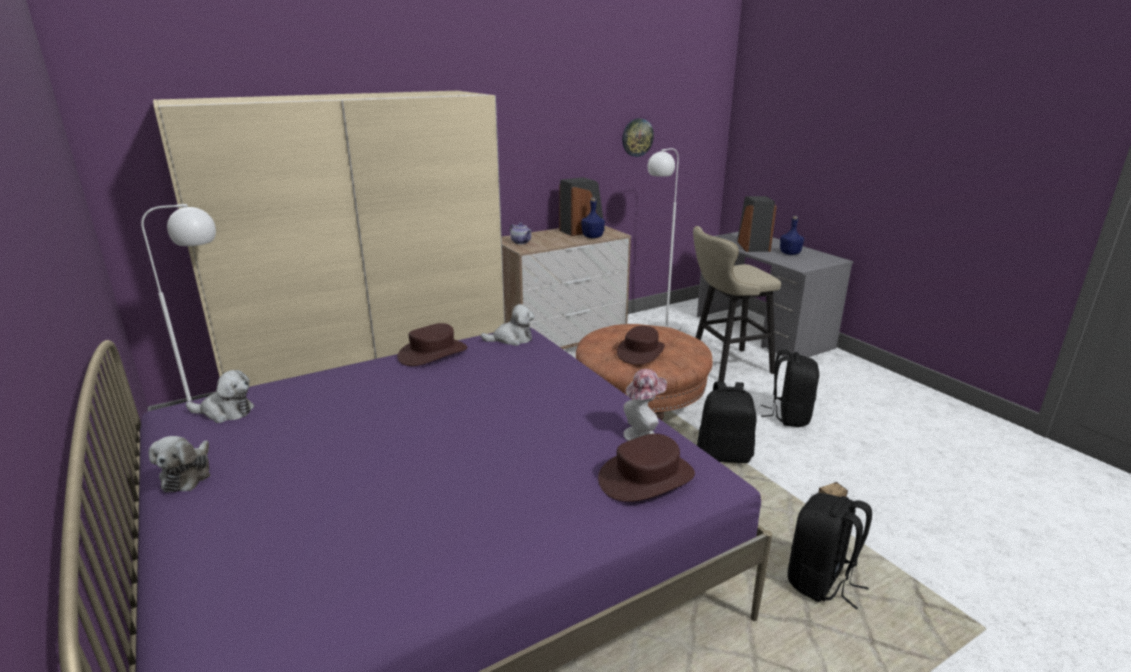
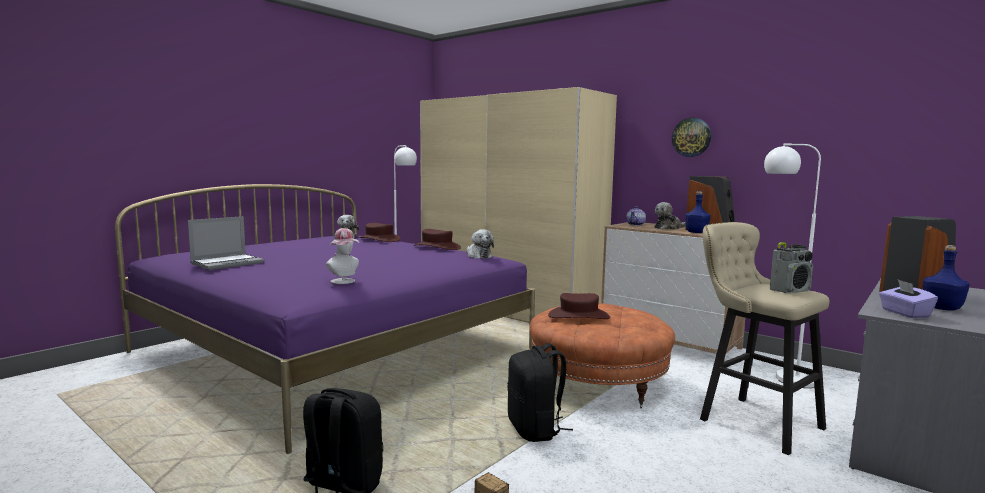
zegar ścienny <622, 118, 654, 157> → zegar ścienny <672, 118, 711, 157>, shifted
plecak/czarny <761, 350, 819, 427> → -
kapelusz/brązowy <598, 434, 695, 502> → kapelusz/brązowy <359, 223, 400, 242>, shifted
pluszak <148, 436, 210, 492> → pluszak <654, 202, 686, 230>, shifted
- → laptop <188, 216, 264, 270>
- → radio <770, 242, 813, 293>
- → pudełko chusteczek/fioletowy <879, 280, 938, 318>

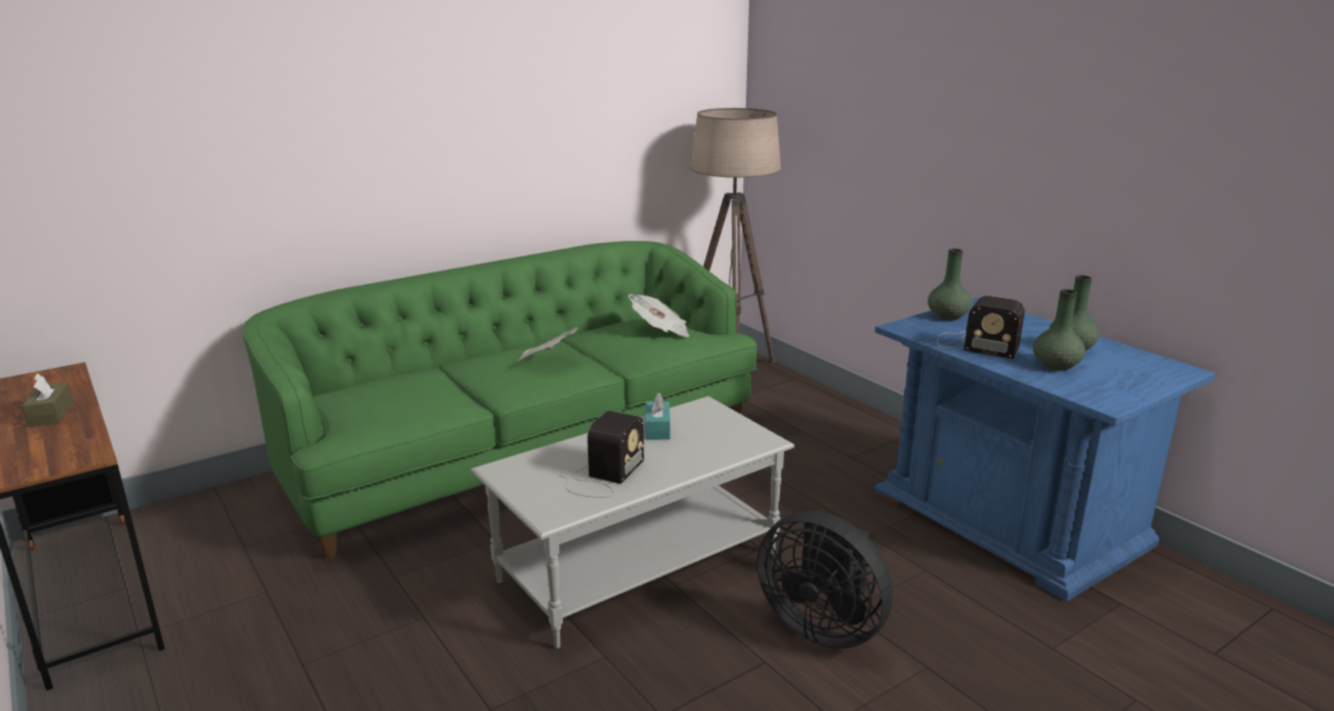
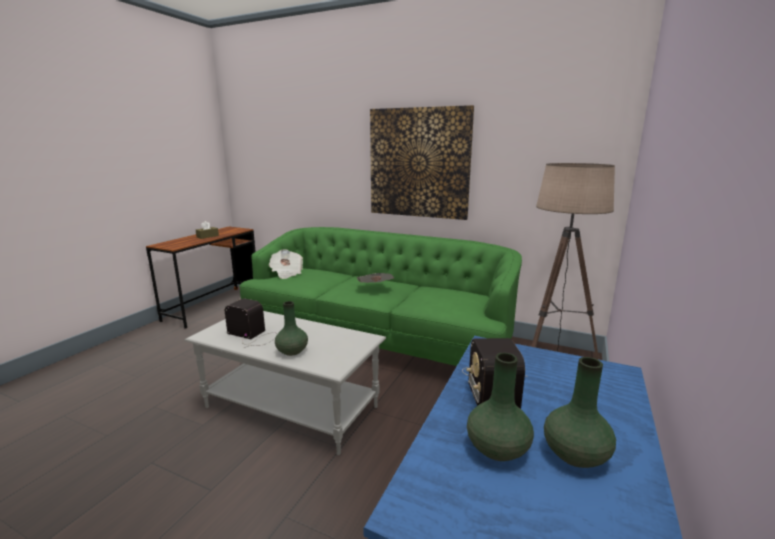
wazon/zielony <928, 249, 972, 320> → wazon/zielony <275, 301, 308, 356>, shifted
gazeta <628, 294, 689, 337> → gazeta <269, 249, 303, 279>, shifted
pudełko chusteczek/turkusowy <645, 393, 670, 440> → -
radio <558, 411, 645, 498> → radio <225, 298, 276, 348>, 150 degrees counterclockwise
wentylator/czarny <757, 511, 893, 649> → -
- → obraz <370, 105, 474, 220>

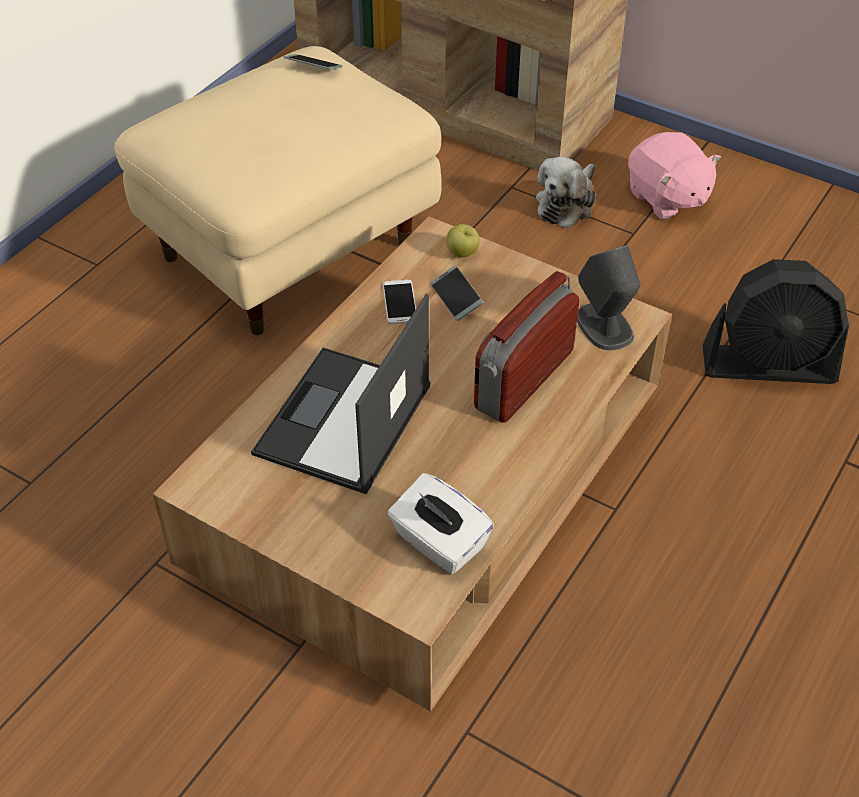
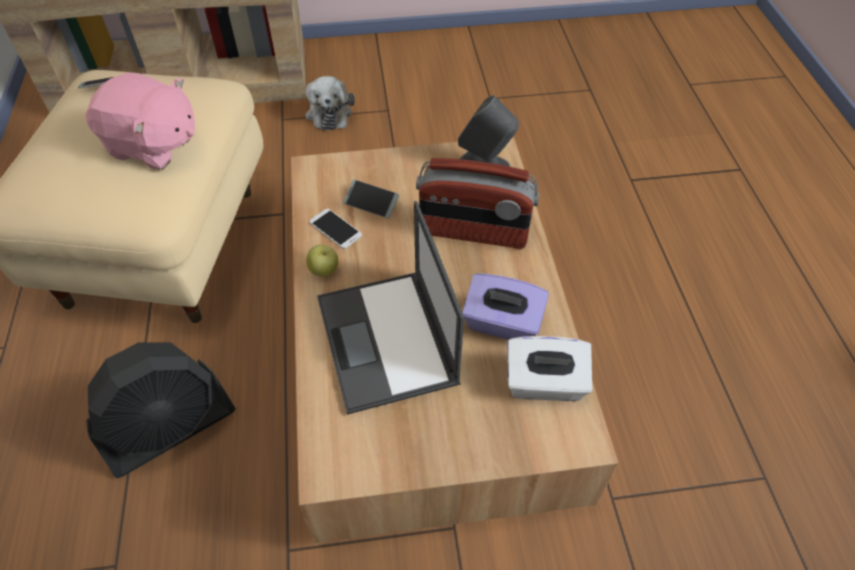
pluszak/różowy <628, 132, 721, 220> → pluszak/różowy <86, 72, 195, 170>, shifted
jabłko <446, 224, 480, 258> → jabłko <306, 245, 339, 276>, shifted
wentylator/czarny <703, 259, 849, 384> → wentylator/czarny <86, 343, 236, 478>, shifted
radio <474, 271, 579, 423> → radio <416, 158, 540, 249>, 75 degrees counterclockwise
- → pudełko chusteczek/fioletowy <463, 274, 549, 340>

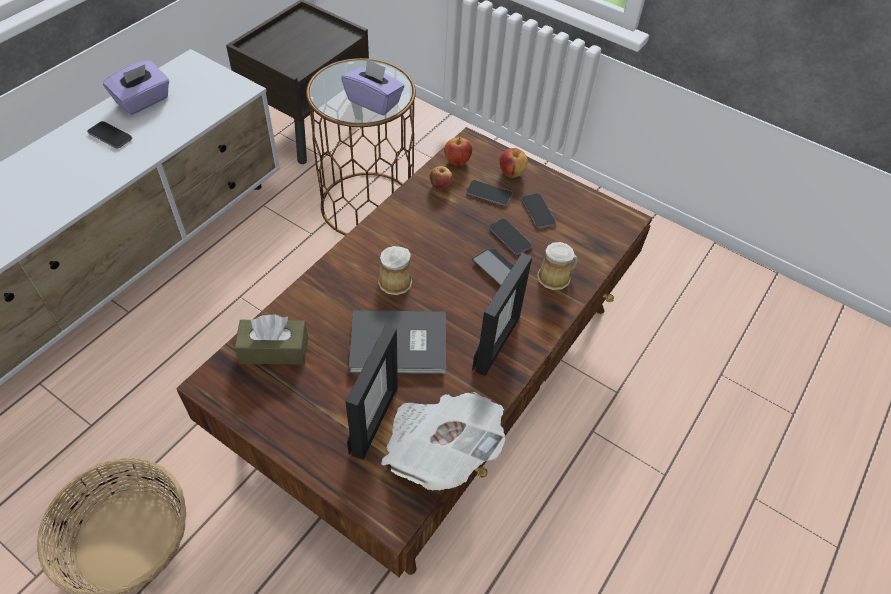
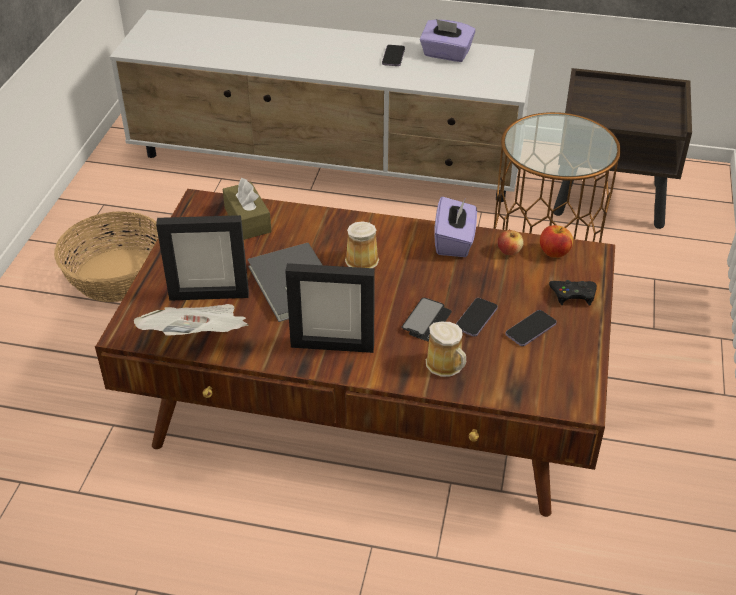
pudełko chusteczek/fioletowy <341, 59, 404, 115> → pudełko chusteczek/fioletowy <434, 196, 477, 257>, shifted
jabłko <499, 148, 528, 178> → pad do gier/czarny <549, 280, 597, 306>
telefon <466, 180, 512, 206> → -

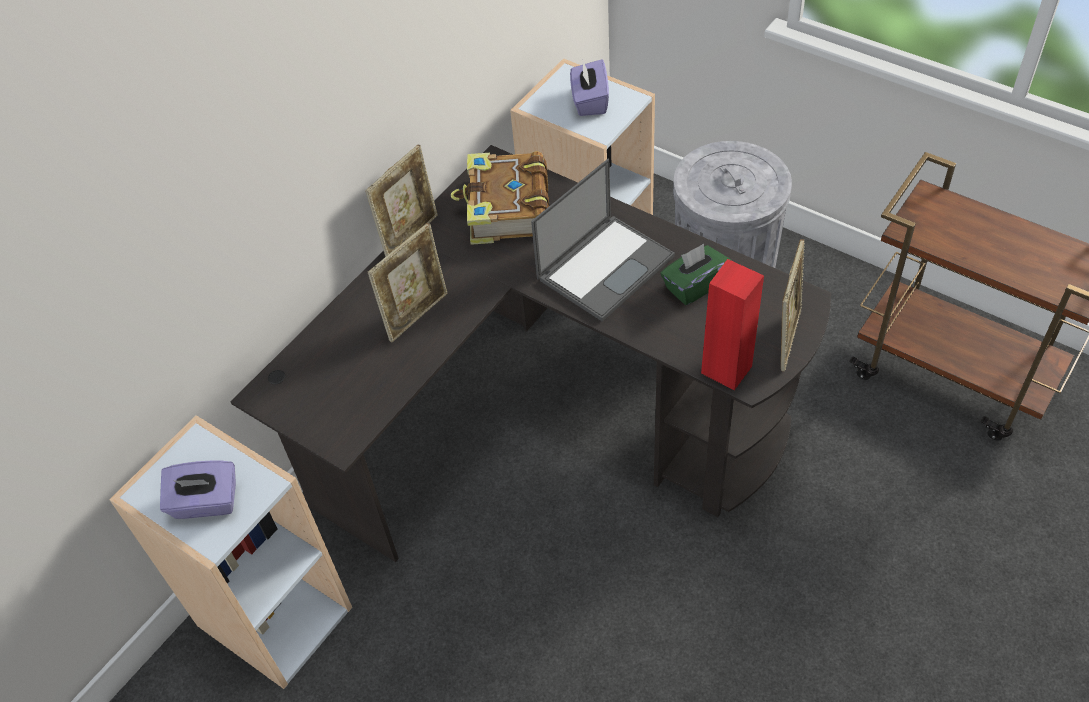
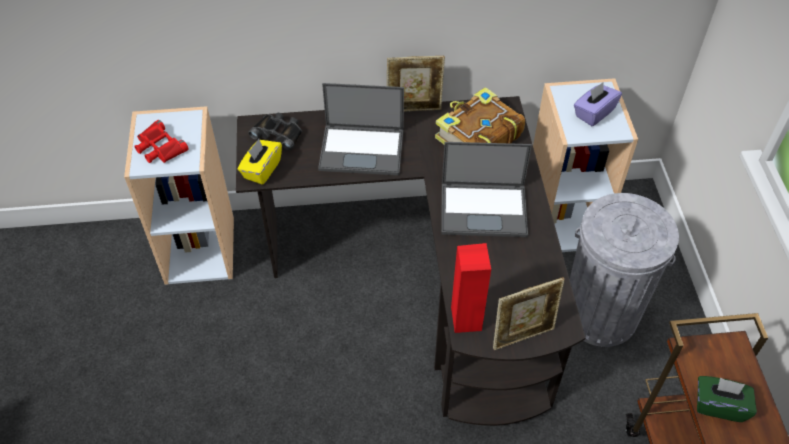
ramka na zdjęcie <368, 223, 447, 343> → laptop <318, 83, 404, 175>
pudełko chusteczek/zielony <660, 244, 731, 305> → pudełko chusteczek/zielony <697, 376, 757, 422>, shifted
pudełko chusteczek/fioletowy <160, 460, 236, 519> → lornetka/czerwony <134, 120, 189, 163>
- → lornetka/czarny <248, 113, 302, 151>
- → pudełko chusteczek/żółty <238, 139, 282, 185>

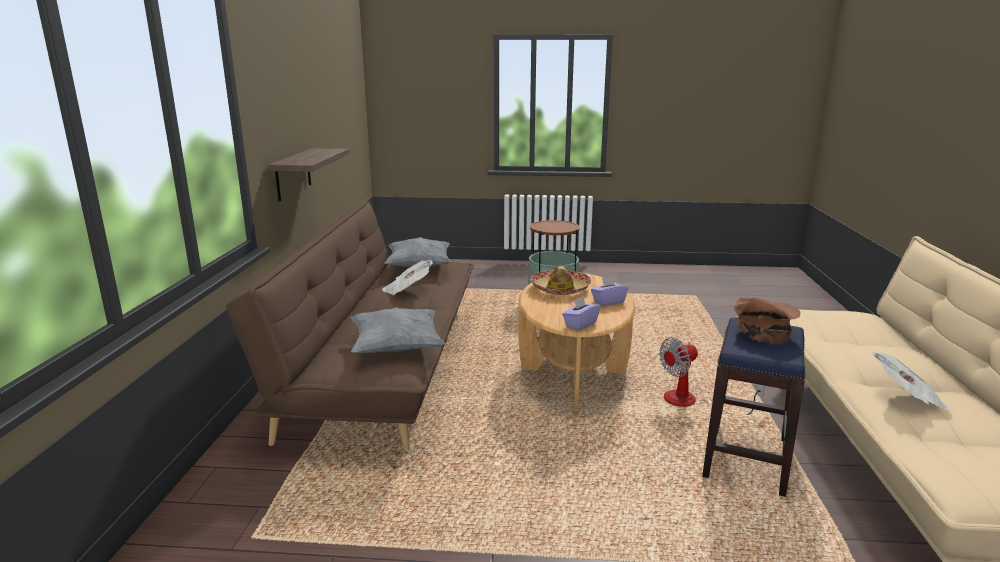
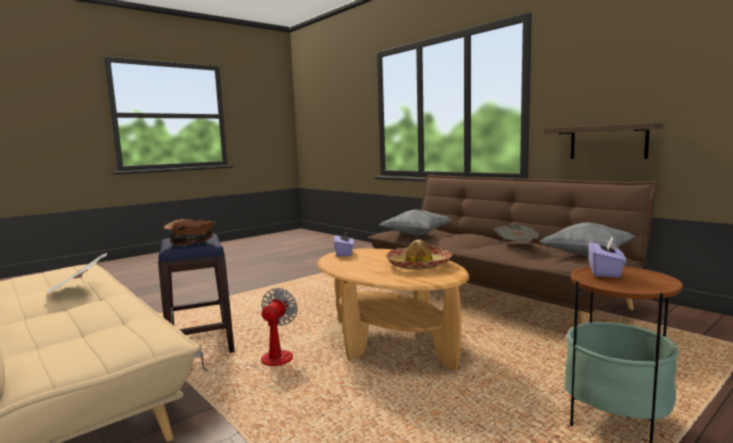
pudełko chusteczek/fioletowy <591, 276, 628, 306> → pudełko chusteczek/fioletowy <588, 236, 626, 277>, shifted

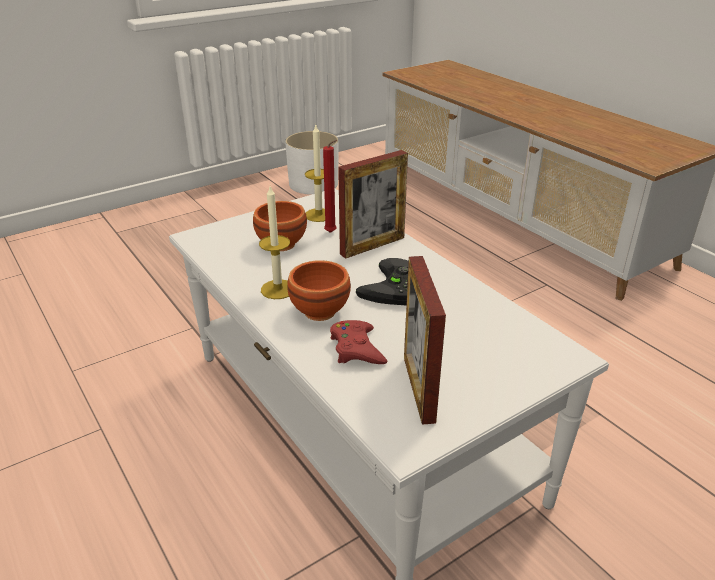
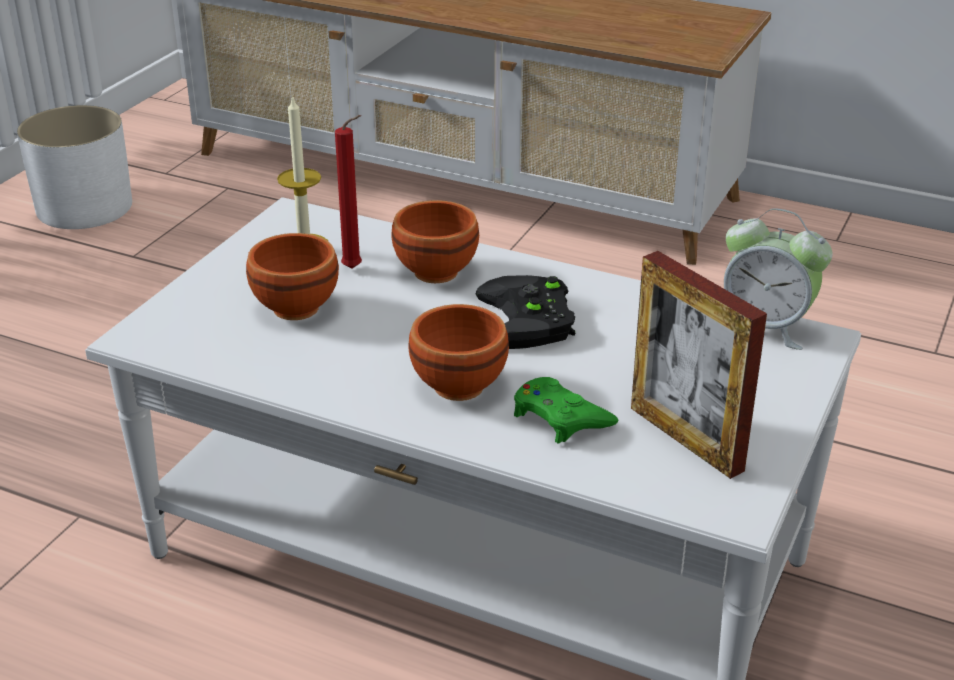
ramka na zdjęcie <338, 150, 408, 259> → miska/brązowy <392, 200, 479, 283>
świeca <259, 186, 290, 299> → -
pad do gier/czerwony <330, 320, 387, 364> → pad do gier/zielony <514, 377, 618, 443>
- → budzik <724, 208, 832, 350>

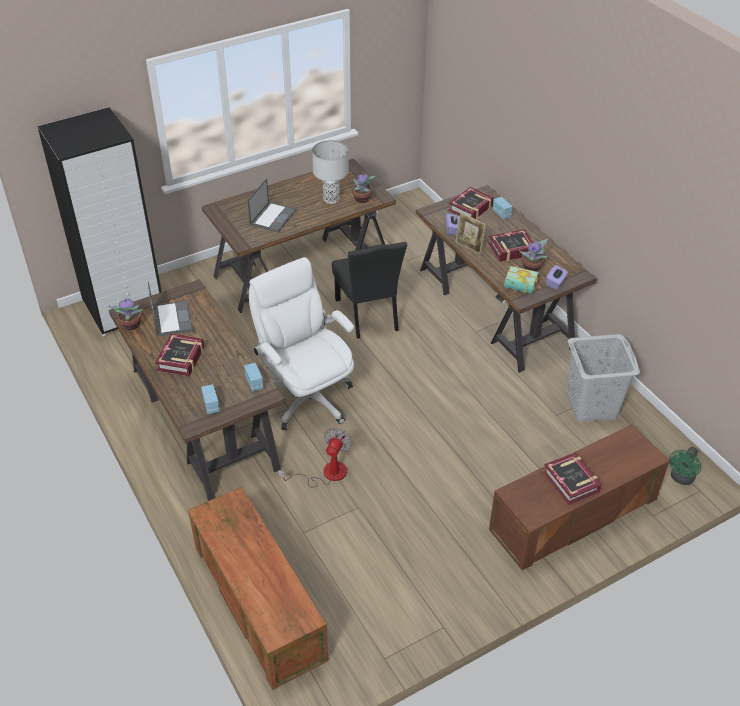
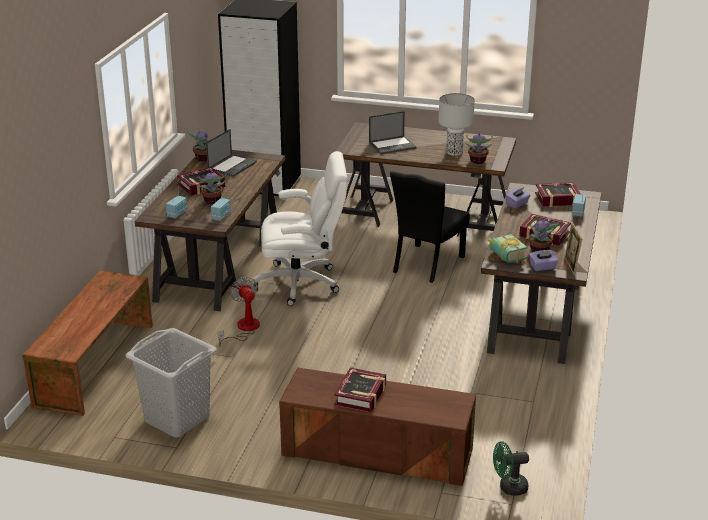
ramka na zdjęcie <456, 212, 486, 254> → ramka na zdjęcie <564, 222, 582, 274>, shifted
krzesło biurowe/biały <249, 257, 354, 430> → krzesło biurowe/biały <253, 151, 348, 306>, 75 degrees clockwise
kosz na pranie/szary <567, 334, 640, 422> → kosz na pranie/szary <125, 328, 216, 437>, shifted
wentylator <278, 428, 352, 487> → wentylator <218, 277, 260, 345>, 90 degrees counterclockwise
- → roślina doniczkowa <197, 169, 227, 204>

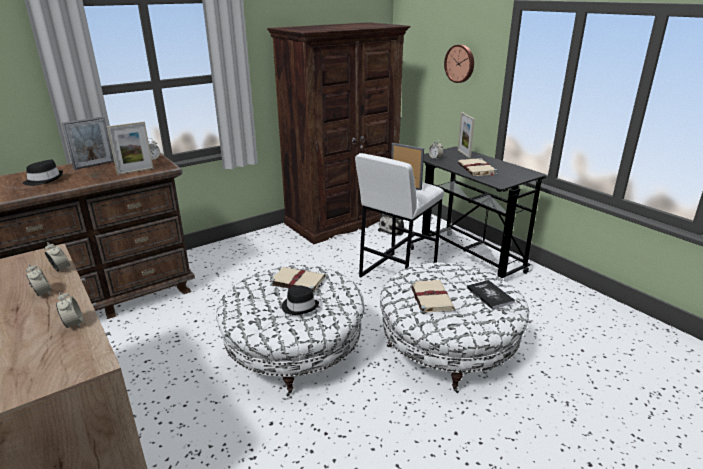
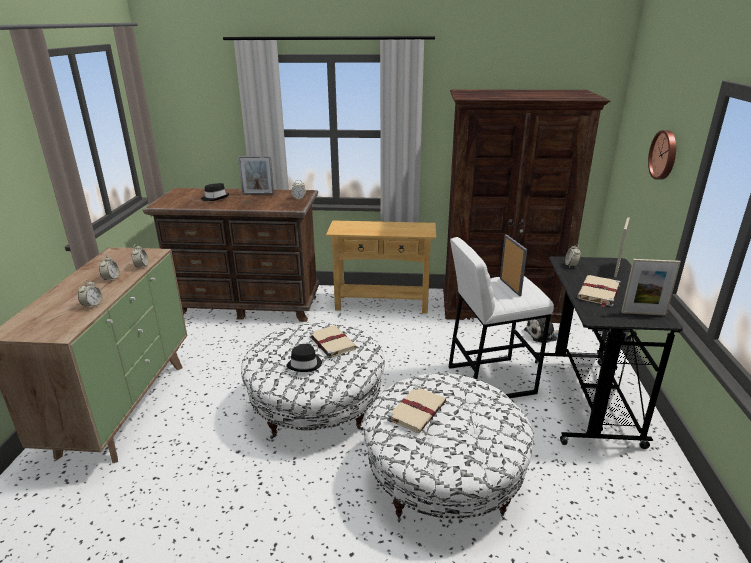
ramka na zdjęcie <107, 121, 154, 175> → ramka na zdjęcie <621, 259, 681, 316>, shifted
książka <467, 280, 515, 309> → -
- → stolik konsolowy/beżowy <326, 220, 436, 314>

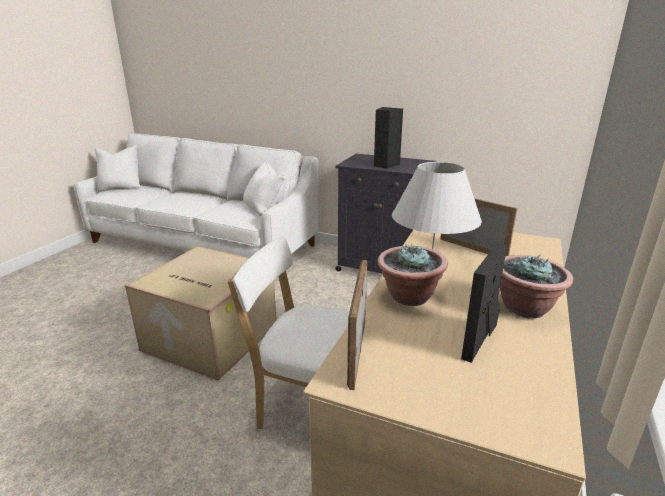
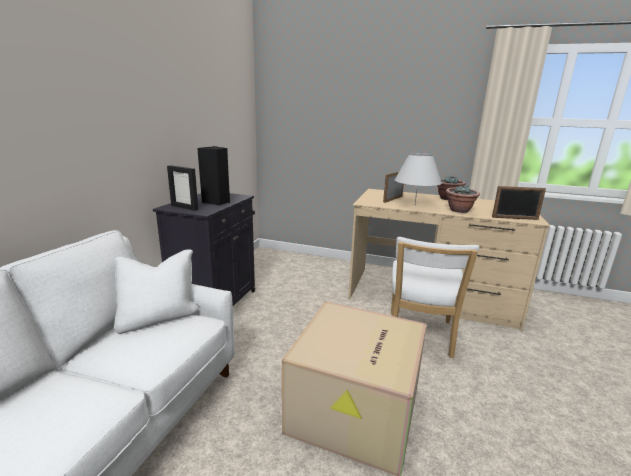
ramka na zdjęcie <461, 243, 507, 363> → ramka na zdjęcie <167, 165, 198, 211>, shifted

